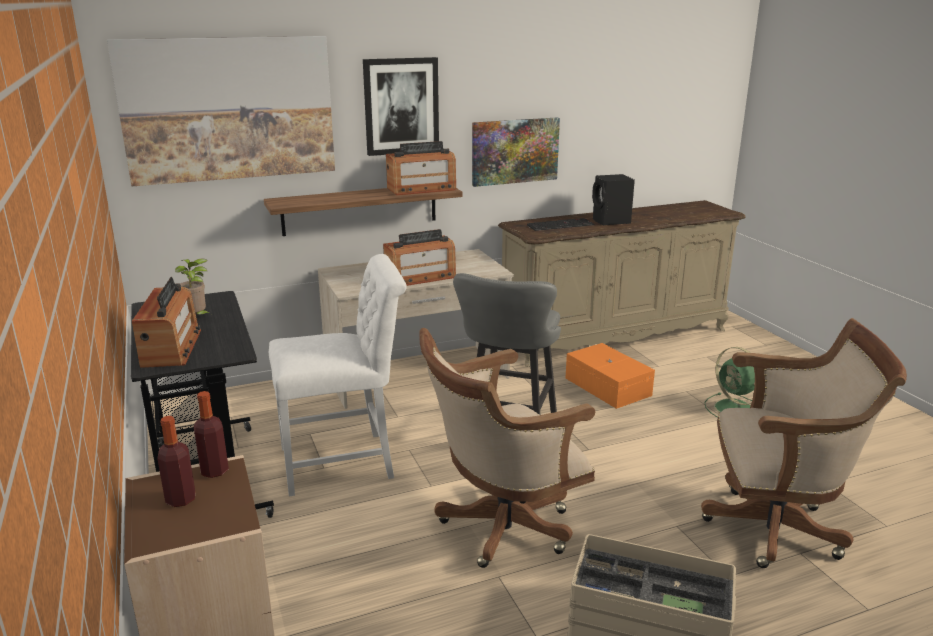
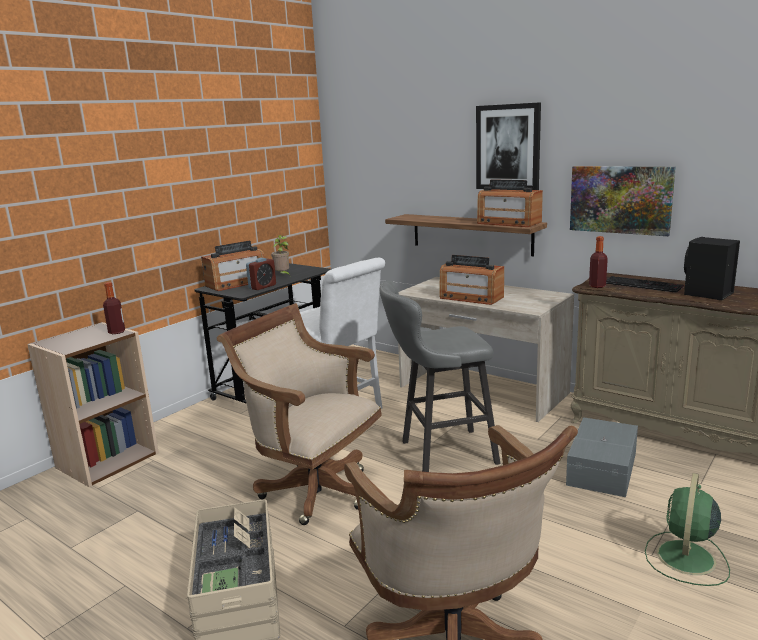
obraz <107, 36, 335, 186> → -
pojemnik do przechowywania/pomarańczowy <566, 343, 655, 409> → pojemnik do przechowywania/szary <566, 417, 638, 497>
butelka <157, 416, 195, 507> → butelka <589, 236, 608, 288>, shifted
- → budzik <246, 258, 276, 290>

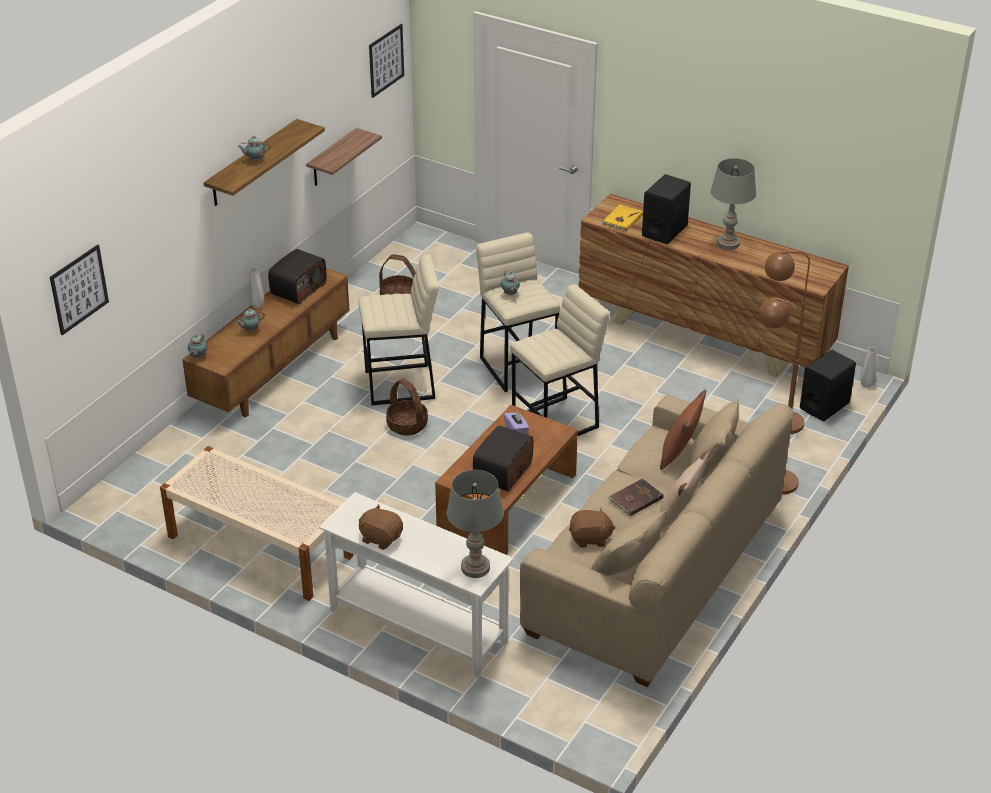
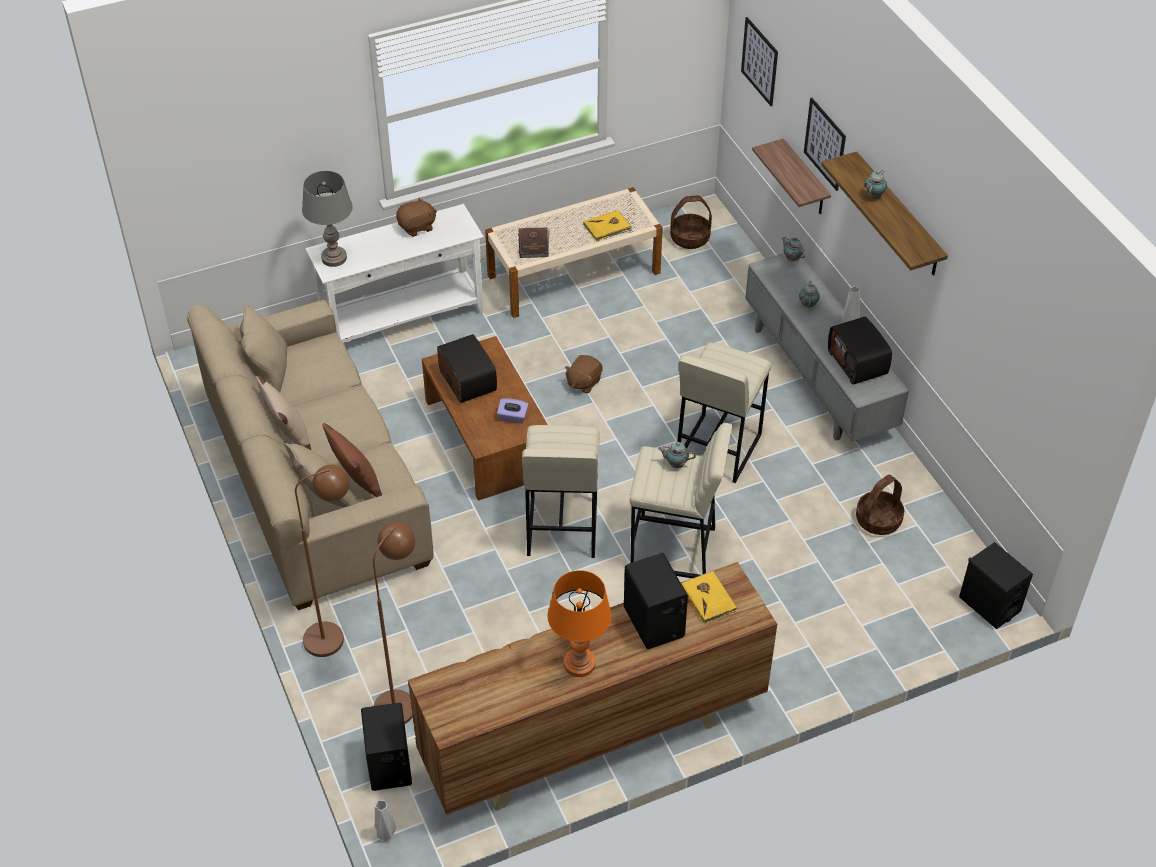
obraz <369, 24, 404, 98> → obraz <804, 98, 846, 191>, shifted
półka <306, 128, 382, 186> → półka <752, 138, 831, 214>, shifted
lampa stołowa/szary <711, 158, 756, 250> → lampa stołowa/pomarańczowy <548, 570, 612, 677>
szafka pod telewizor/brązowy <182, 268, 349, 417> → szafka pod telewizor/szary <745, 253, 909, 442>
koszyk <386, 378, 428, 435> → koszyk <670, 195, 712, 249>, shifted
książka/brązowy <608, 478, 663, 516> → książka/brązowy <518, 227, 549, 258>, shifted
pluszak/brązowy <569, 507, 616, 548> → pluszak/brązowy <565, 355, 603, 393>, shifted
- → książka/żółty <583, 210, 632, 241>
- → głośnik/czarny <959, 542, 1033, 629>

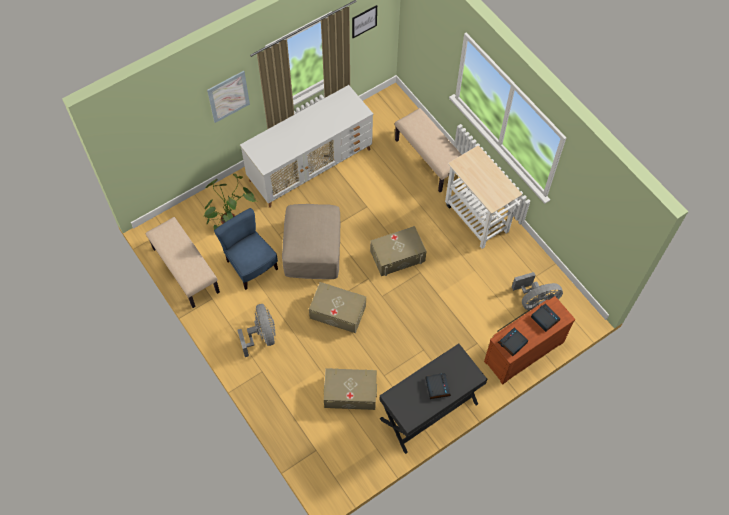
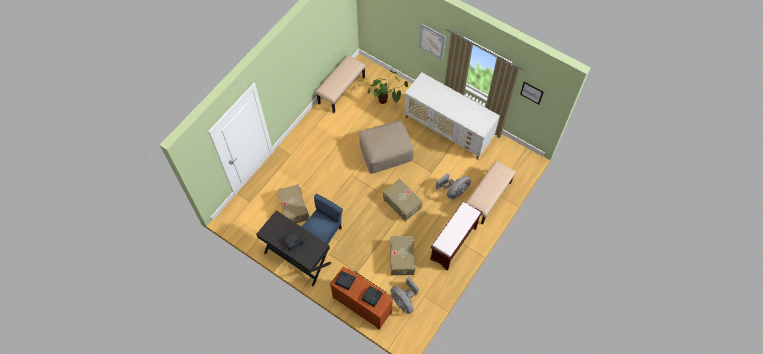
wózek/biały <445, 146, 522, 249> → ławka/brązowy <430, 202, 482, 270>
krzesło/niebieski <214, 208, 278, 290> → krzesło/niebieski <302, 194, 343, 244>, shifted
pojemnik do przechowywania/beżowy <309, 282, 366, 333> → pojemnik do przechowywania/beżowy <389, 236, 416, 275>, shifted
wentylator/szary <237, 304, 276, 357> → wentylator/szary <436, 173, 471, 200>, shifted

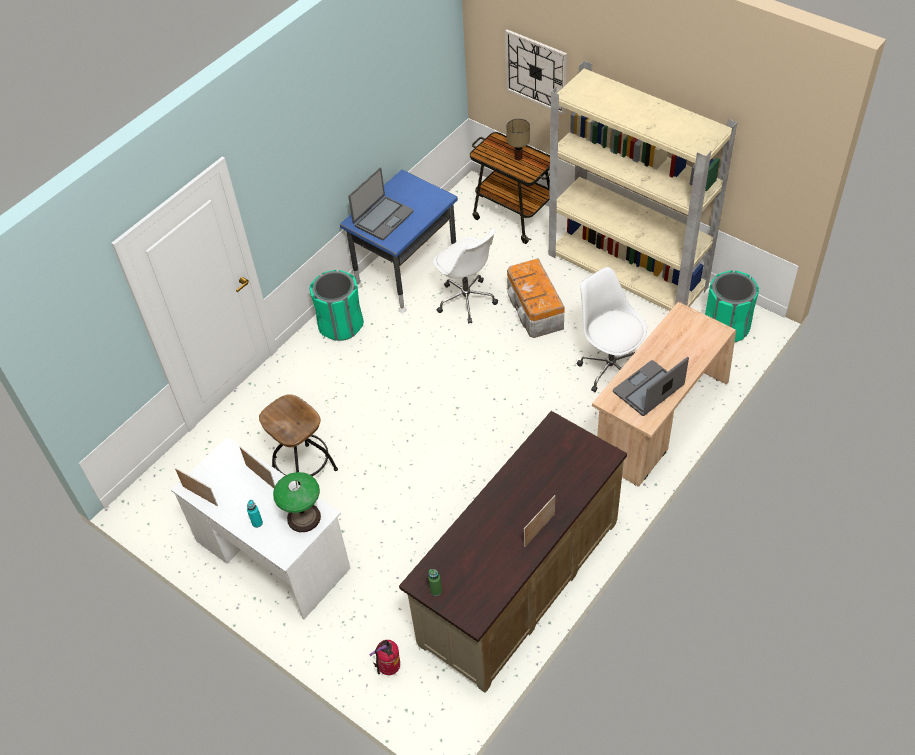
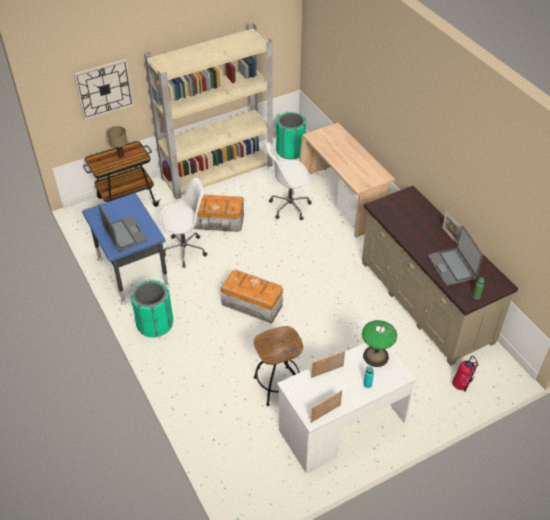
laptop <613, 357, 689, 416> → laptop <428, 225, 483, 286>, shifted
- → pojemnik do przechowywania <221, 270, 283, 324>

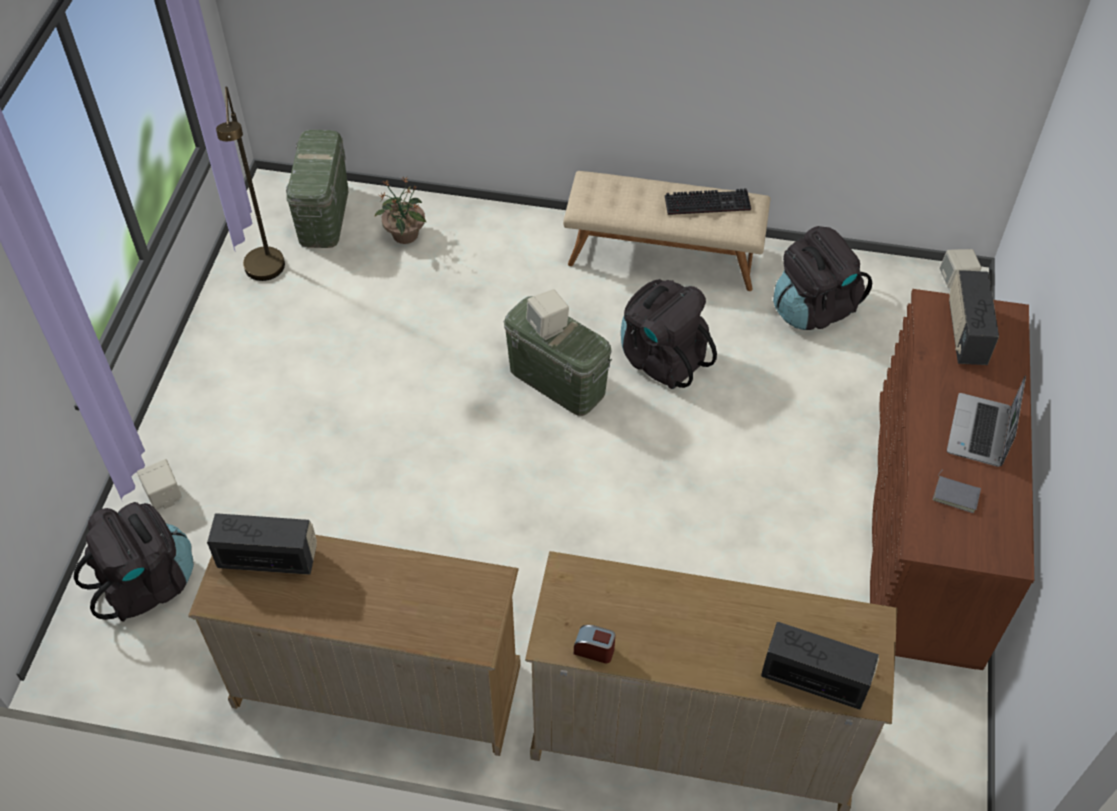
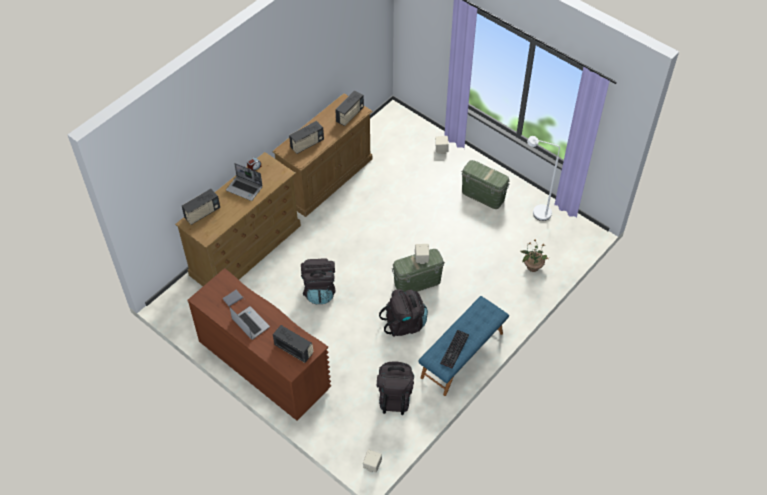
lampa stojąca/brązowy <216, 86, 285, 281> → lampa stojąca/biały <527, 136, 560, 221>
pojemnik do przechowywania/zielony <286, 130, 348, 248> → pojemnik do przechowywania/zielony <461, 160, 510, 209>, shifted
ławka/beżowy <563, 171, 770, 291> → ławka/niebieski <418, 296, 509, 396>
plecak/czarny <74, 502, 194, 622> → plecak/czarny <301, 258, 335, 304>, shifted
- → radio <289, 121, 324, 154>
- → laptop <226, 163, 263, 201>

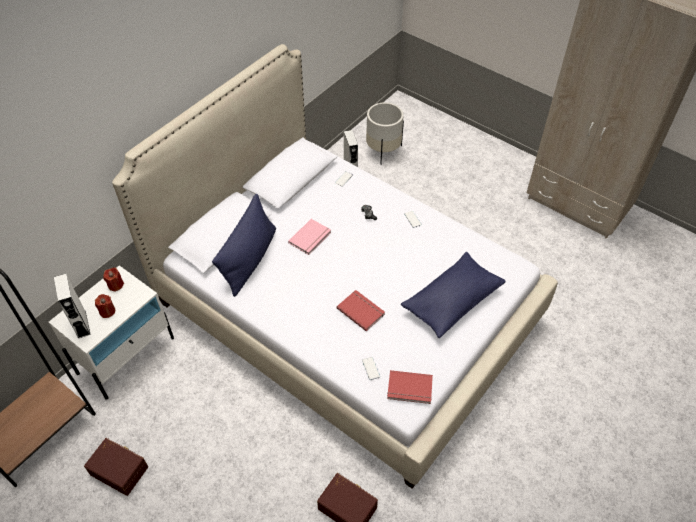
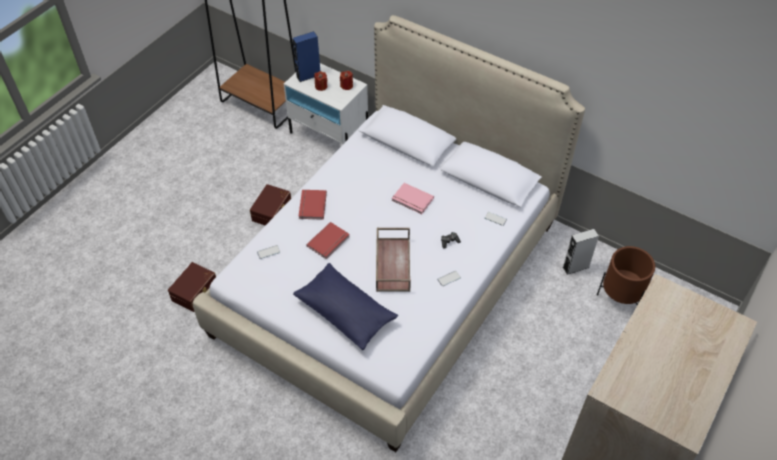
donica/biały <366, 102, 404, 165> → donica/brązowy <597, 246, 655, 305>
poduszka/niebieski <212, 194, 276, 297> → -
głośnik/biały <54, 274, 91, 338> → głośnik/niebieski <292, 31, 320, 82>
książka/czerwony <387, 370, 433, 404> → książka/czerwony <298, 189, 327, 219>, shifted
pojemnik do przechowywania/brązowy <84, 438, 148, 496> → pojemnik do przechowywania/brązowy <250, 184, 291, 225>, shifted
- → taca/brązowy <376, 227, 411, 292>

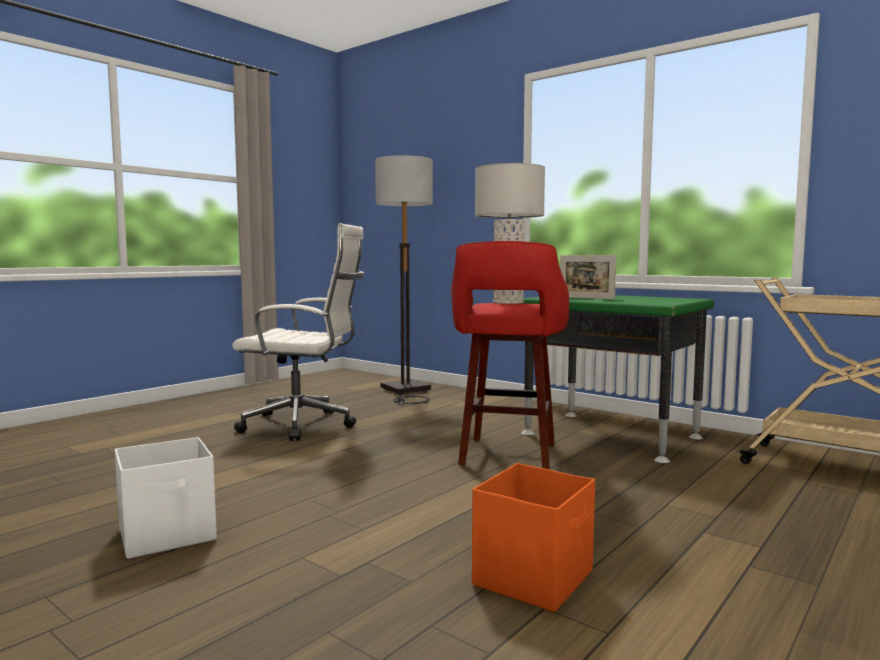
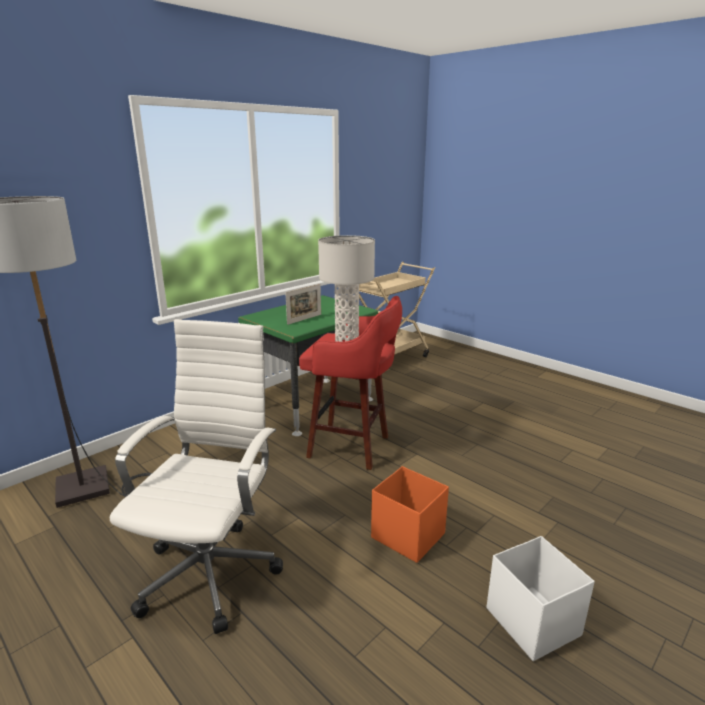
pojemnik do przechowywania/pomarańczowy <472, 463, 595, 612> → pojemnik do przechowywania/pomarańczowy <371, 466, 449, 563>, shifted

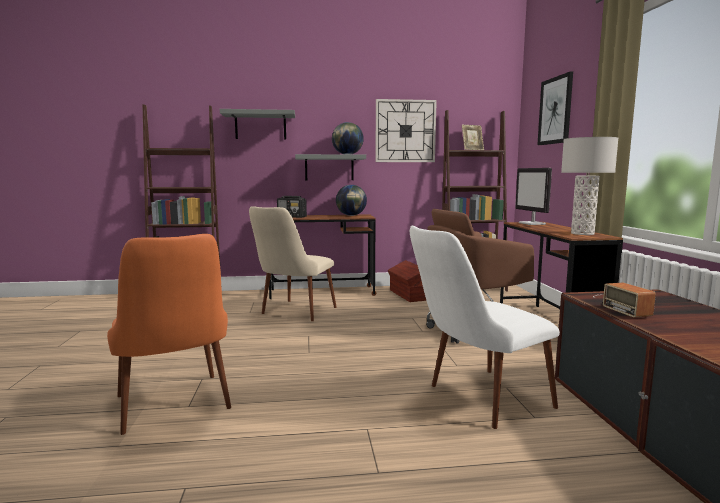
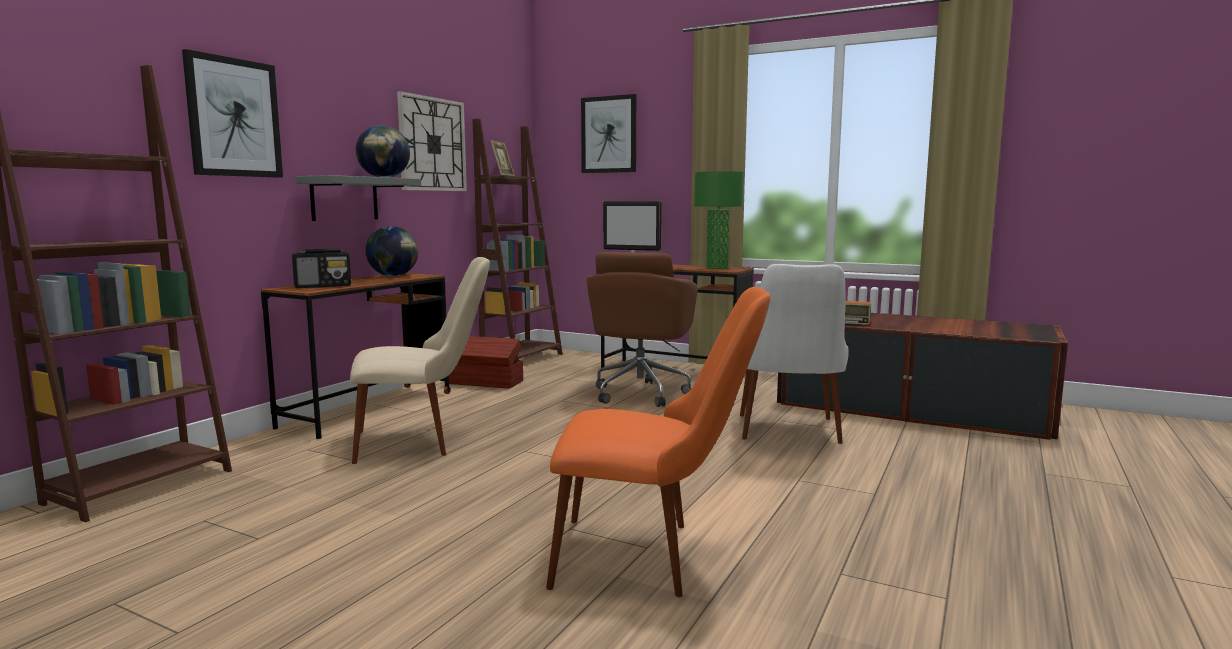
półka/szary <220, 109, 295, 140> → obraz <182, 49, 283, 178>
lampa stołowa/biały <561, 137, 618, 235> → lampa stołowa/zielony <694, 171, 744, 269>
krzesło/beżowy <249, 206, 337, 321> → krzesło/beżowy <350, 257, 490, 464>, 75 degrees counterclockwise

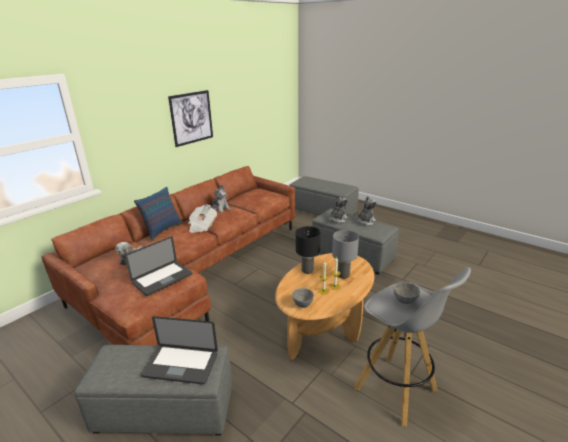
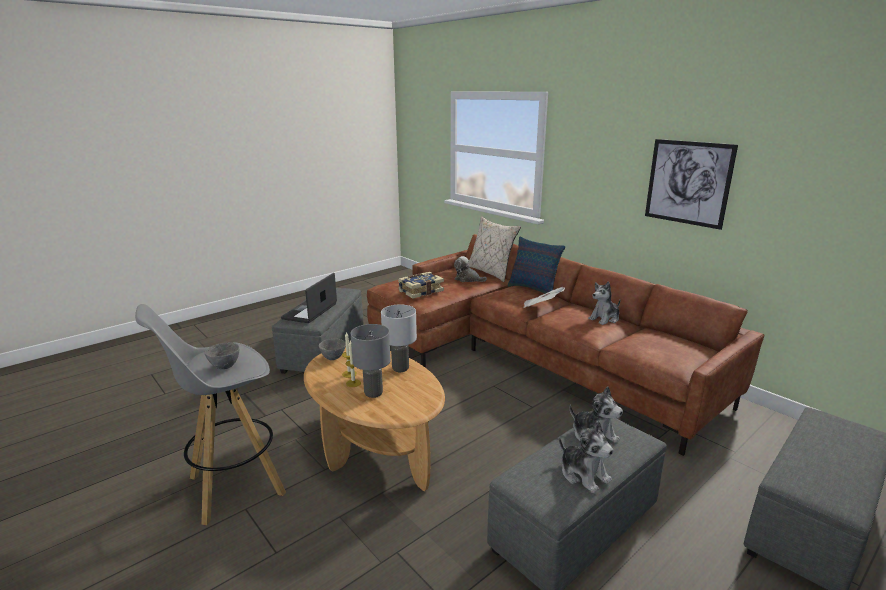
lampa stołowa/czarny <296, 226, 321, 274> → lampa stołowa/biały <381, 305, 417, 372>
laptop <125, 236, 192, 296> → książka <398, 272, 444, 299>
- → poduszka/beżowy <468, 216, 521, 282>

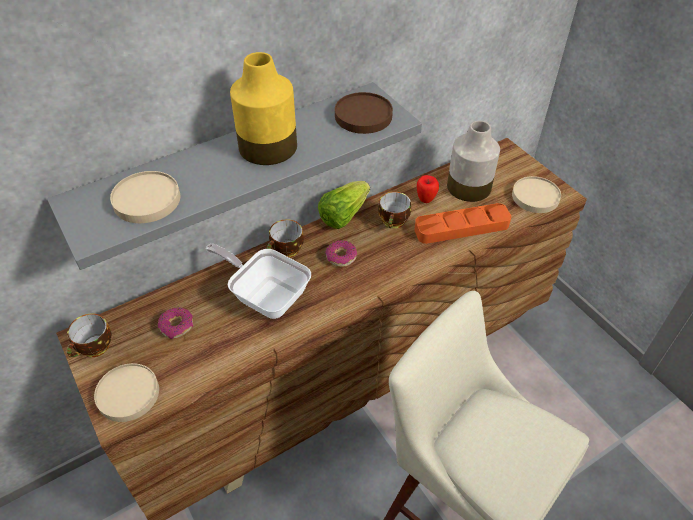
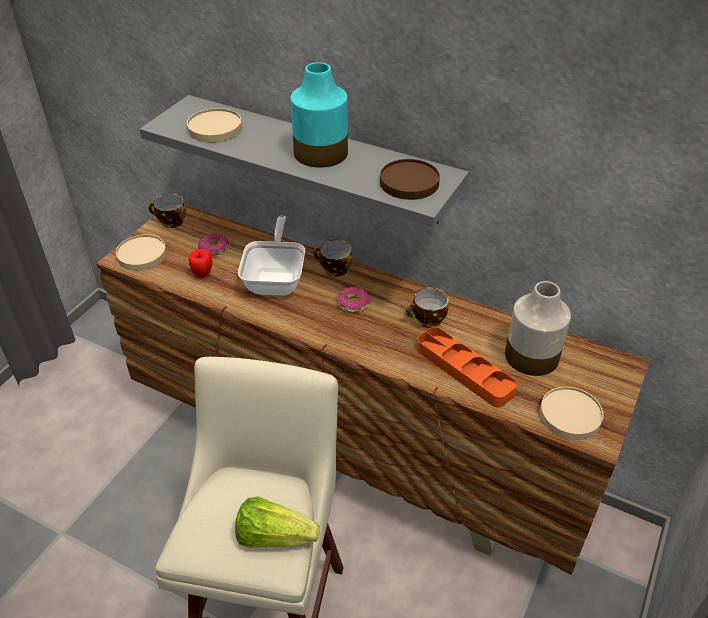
wazon/żółty <230, 52, 297, 165> → wazon/turkusowy <291, 62, 348, 168>
jabłko <417, 175, 439, 203> → jabłko <188, 249, 212, 278>, shifted
sałata <318, 181, 370, 229> → sałata <235, 496, 320, 548>, shifted

